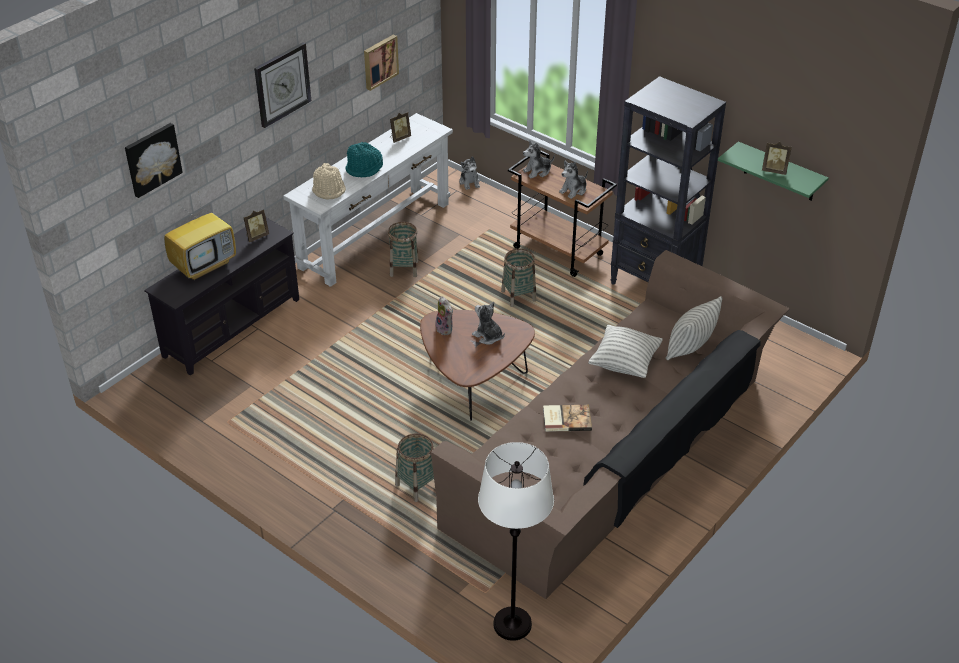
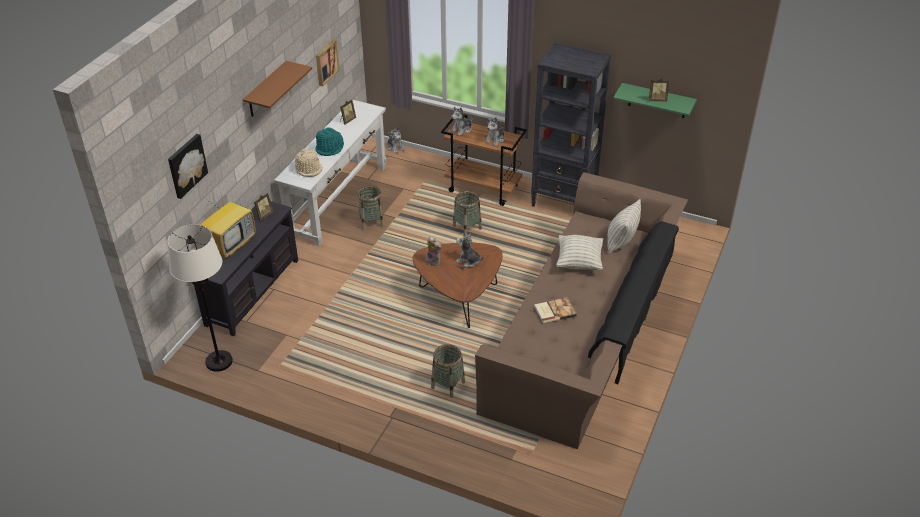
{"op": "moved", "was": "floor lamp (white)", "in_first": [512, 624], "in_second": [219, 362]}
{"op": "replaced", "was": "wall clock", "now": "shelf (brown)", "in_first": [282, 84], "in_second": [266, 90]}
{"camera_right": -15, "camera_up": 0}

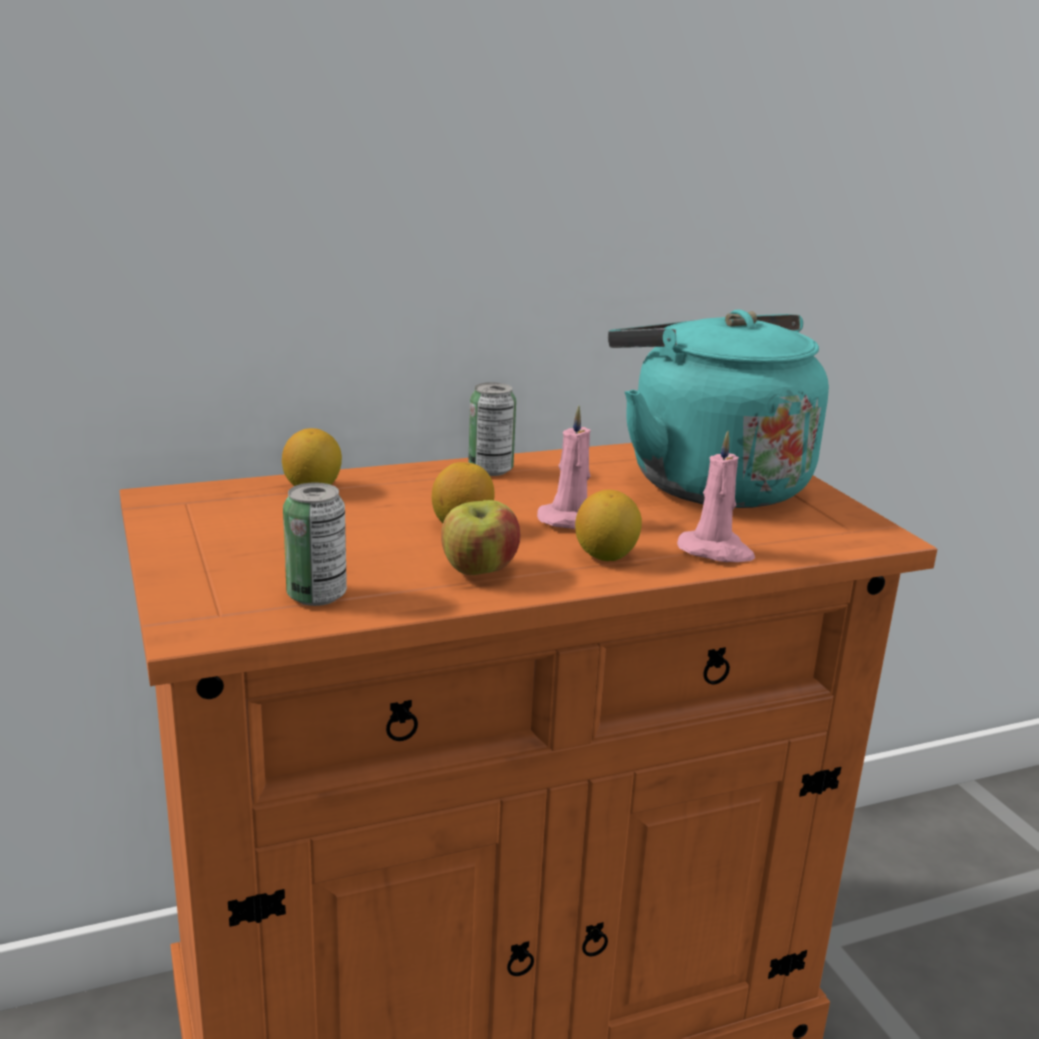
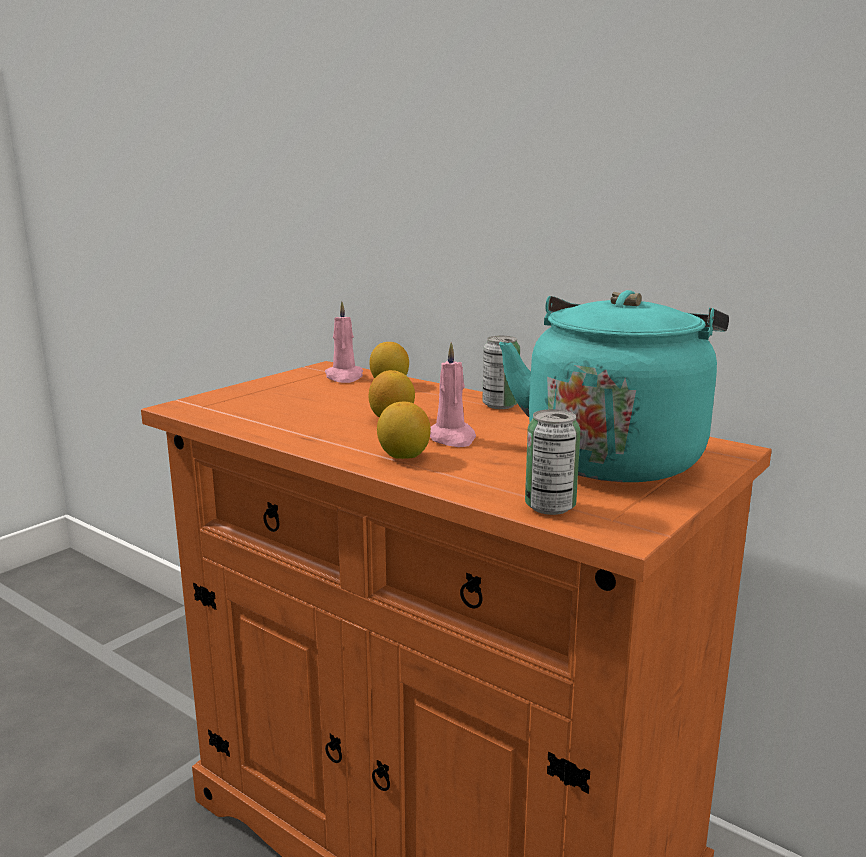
{"op": "moved", "was": "candle (pink)", "in_first": [716, 551], "in_second": [344, 377]}
{"op": "moved", "was": "can", "in_first": [316, 595], "in_second": [550, 507]}
{"op": "removed", "was": "apple", "in_first": [479, 572]}
{"camera_right": 60, "camera_up": -5}

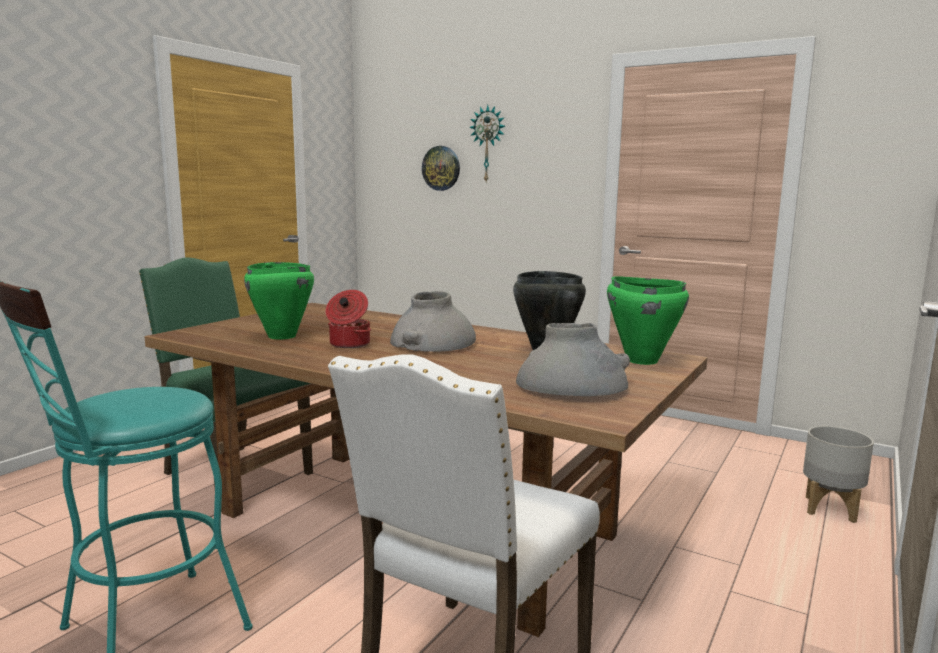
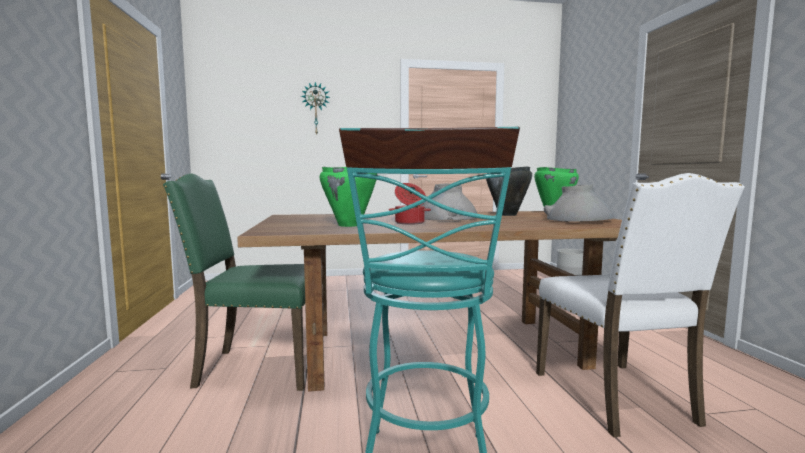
{"op": "removed", "was": "wall clock", "in_first": [441, 168]}
{"camera_right": -40, "camera_up": -5}

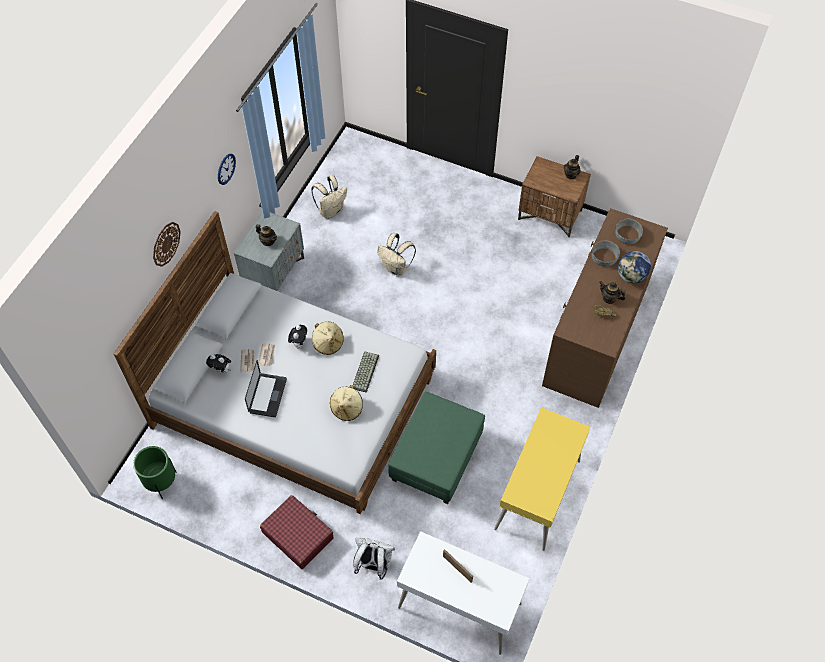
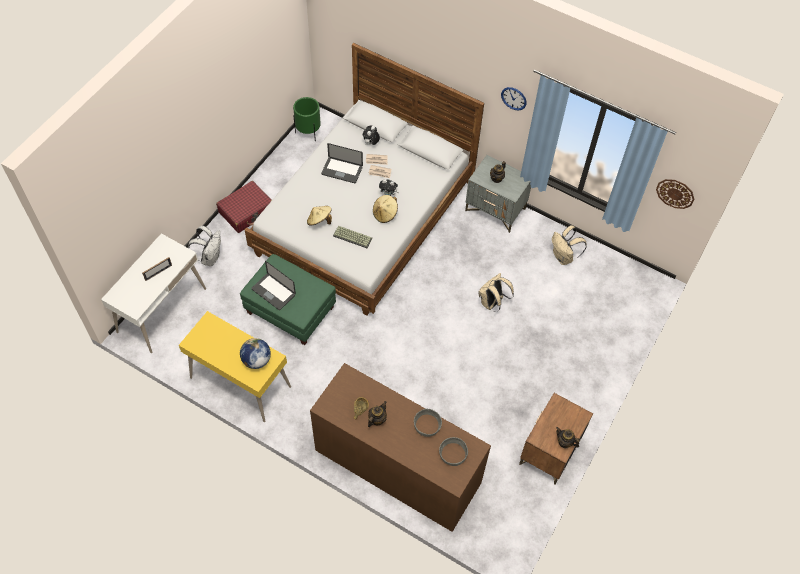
{"op": "moved", "was": "globe", "in_first": [631, 276], "in_second": [256, 360]}
{"op": "added", "now": "laptop", "in_second": [273, 292]}
{"op": "moved", "was": "wall clock", "in_first": [166, 244], "in_second": [675, 193]}
{"camera_right": 95, "camera_up": 0}

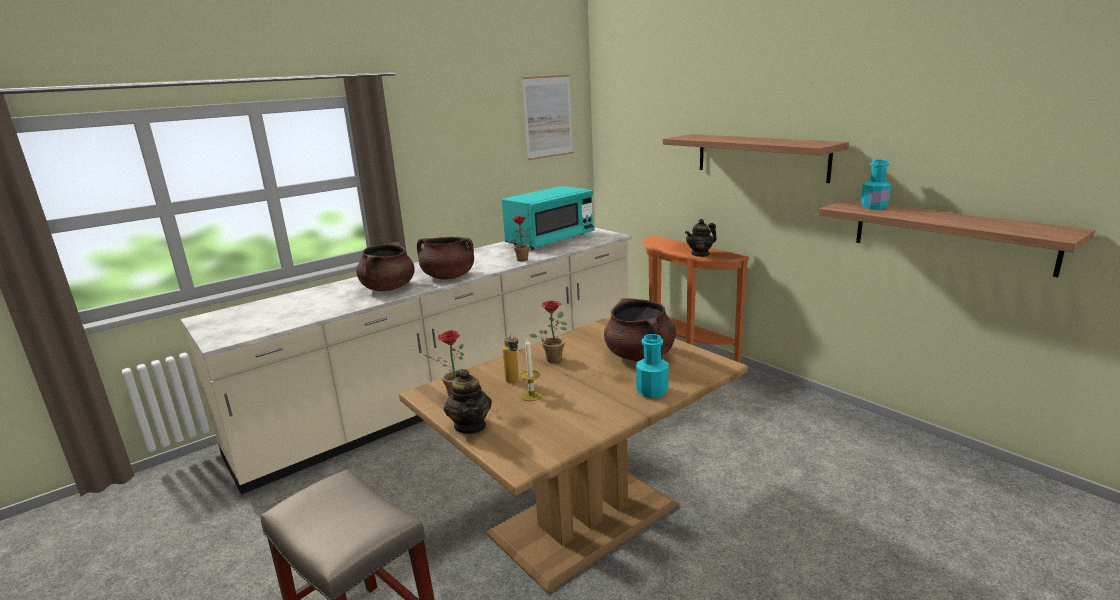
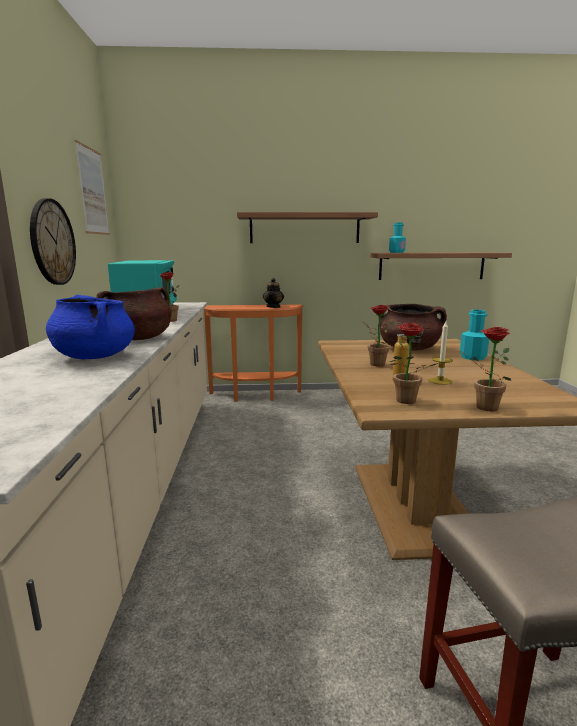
{"op": "added", "now": "wall clock", "in_second": [52, 242]}
{"op": "recoloured", "was": "cooking pot (brown)", "now": "cooking pot (blue)", "in_first": [388, 288], "in_second": [94, 357]}
{"op": "replaced", "was": "teapot", "now": "potted plant", "in_first": [470, 426], "in_second": [482, 407]}
{"camera_right": -55, "camera_up": -5}

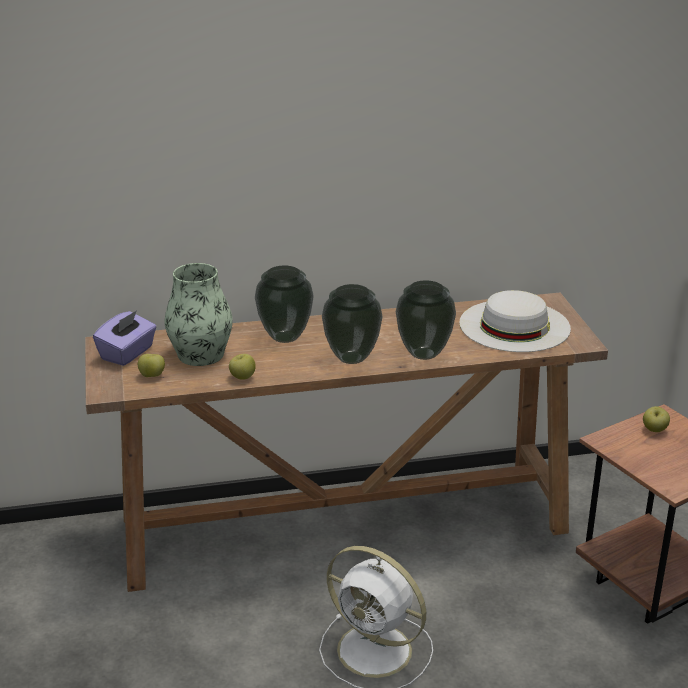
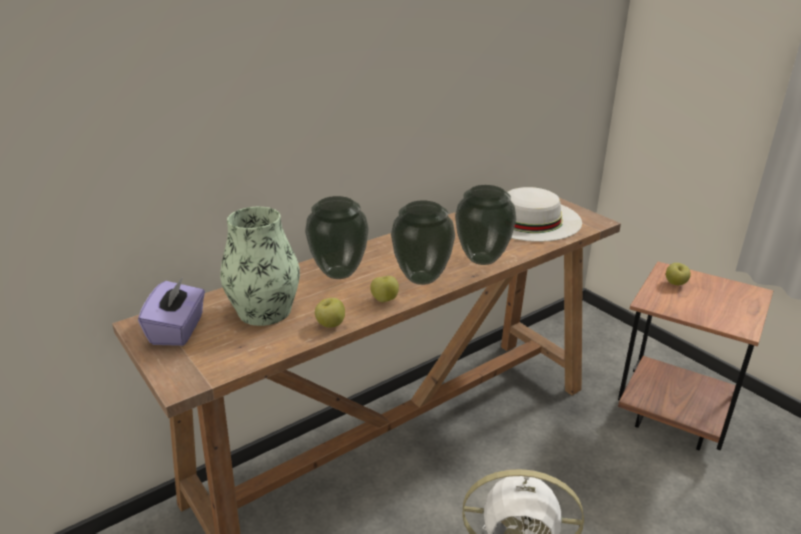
{"op": "moved", "was": "apple", "in_first": [152, 376], "in_second": [384, 300]}
{"camera_right": -25, "camera_up": 0}

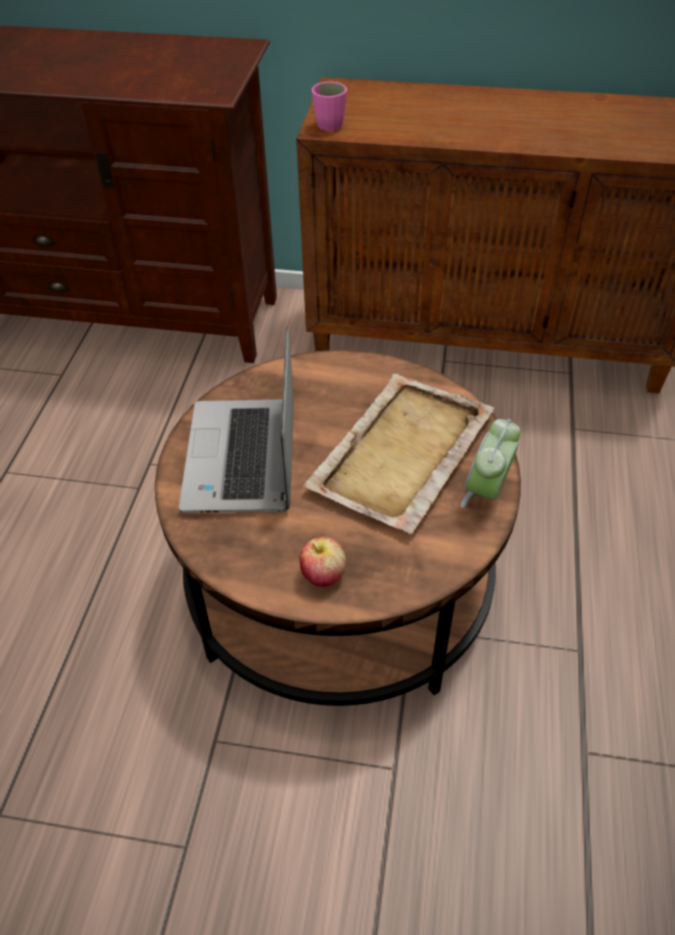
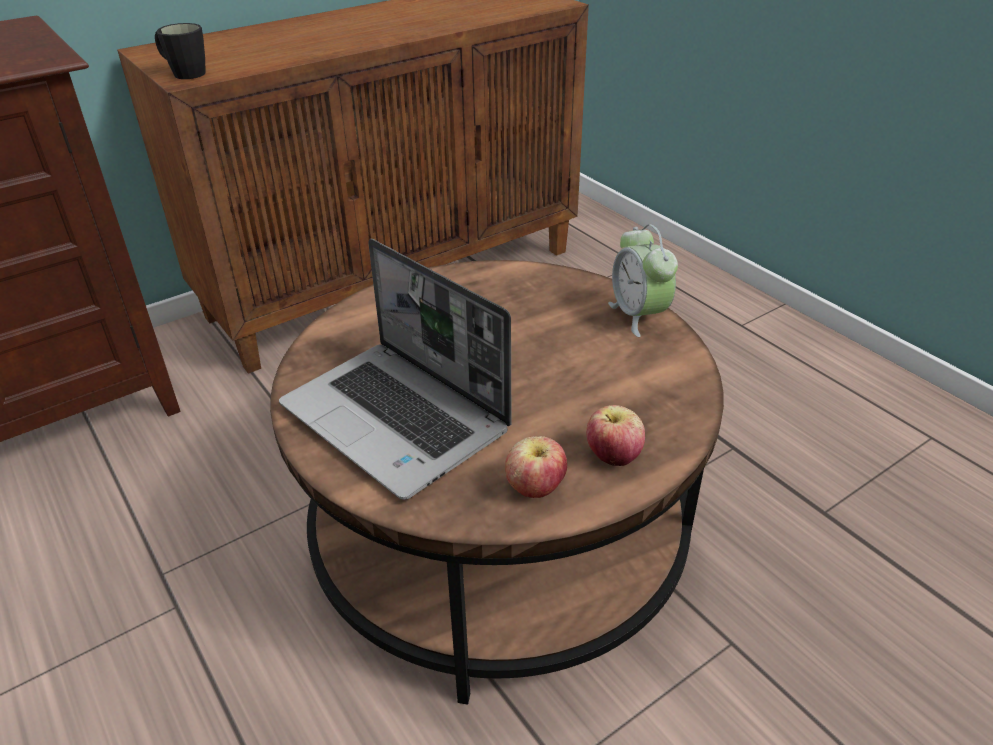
{"op": "recoloured", "was": "mug (pink)", "now": "mug (black)", "in_first": [328, 122], "in_second": [184, 73]}
{"op": "added", "now": "apple", "in_second": [535, 488]}
{"op": "removed", "was": "tray (beige)", "in_first": [400, 454]}
{"camera_right": -45, "camera_up": -10}

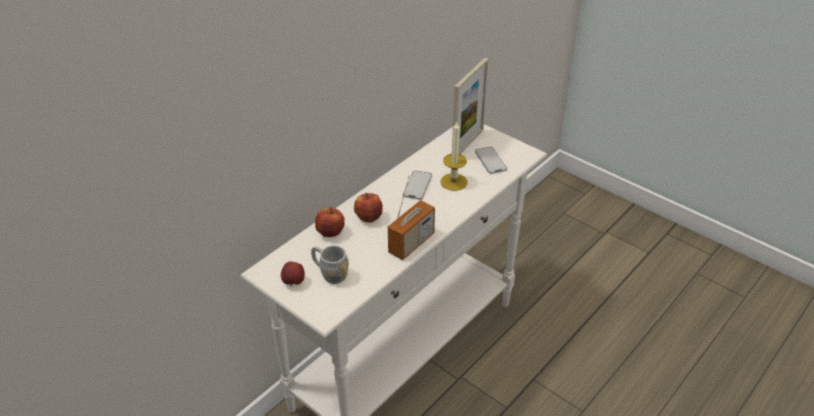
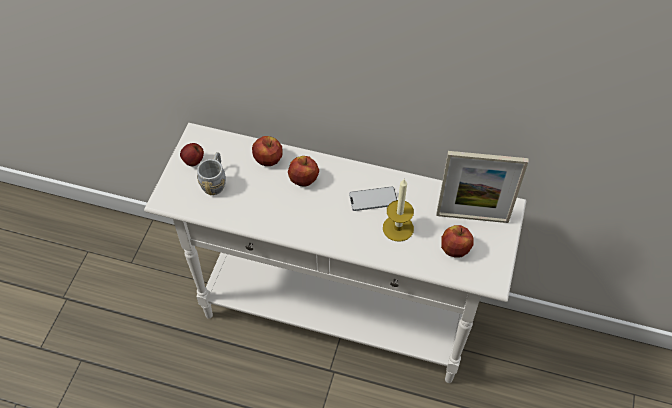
{"op": "replaced", "was": "phone", "now": "apple", "in_first": [490, 161], "in_second": [454, 249]}
{"op": "removed", "was": "radio", "in_first": [411, 243]}
{"camera_right": 65, "camera_up": 15}

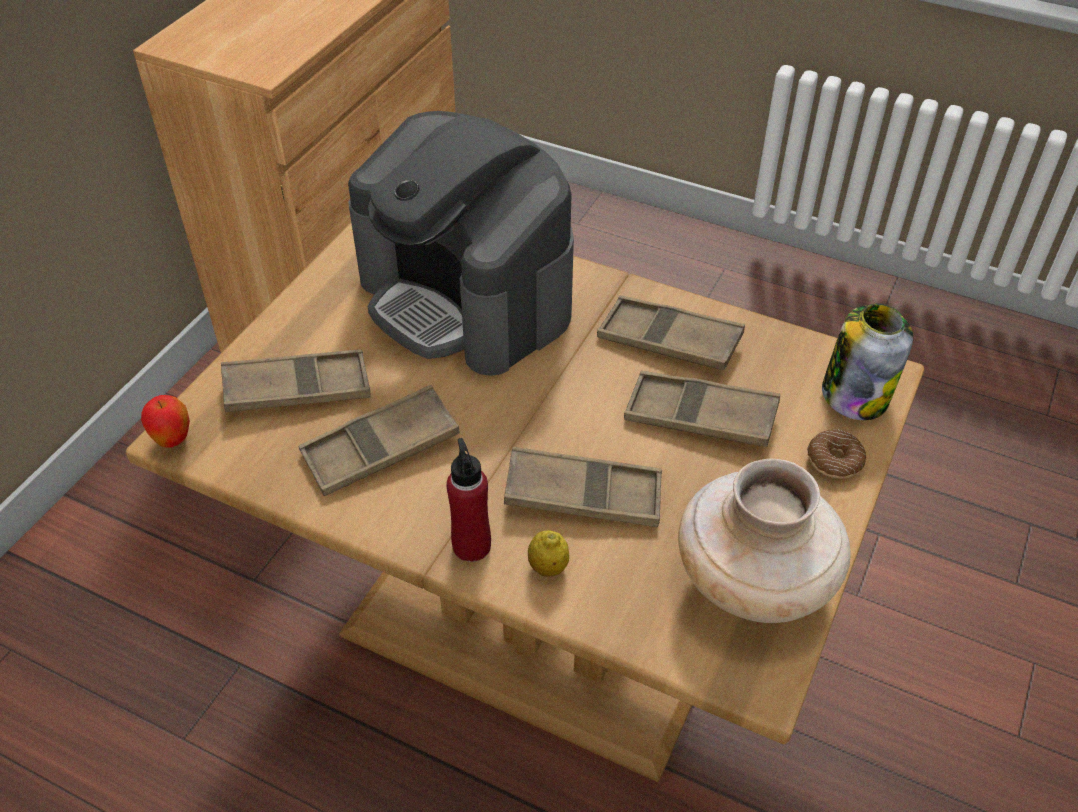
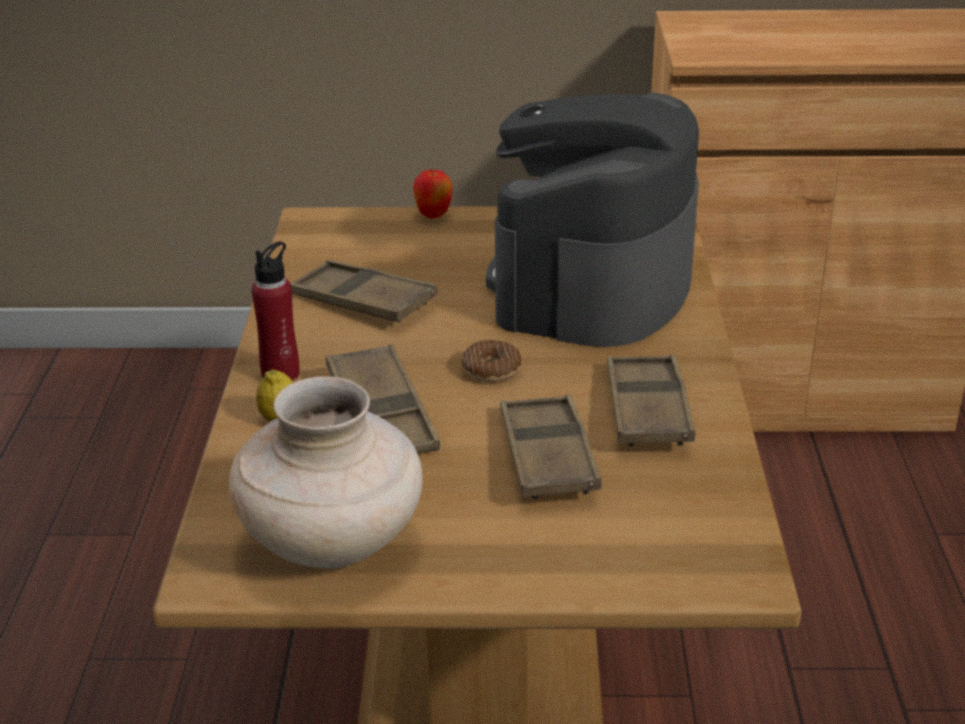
{"op": "moved", "was": "apple", "in_first": [173, 440], "in_second": [433, 216]}
{"op": "moved", "was": "donut", "in_first": [834, 460], "in_second": [491, 370]}
{"op": "removed", "was": "tray (brown)", "in_first": [297, 389]}
{"op": "removed", "was": "jar", "in_first": [855, 394]}
{"camera_right": 65, "camera_up": -15}

